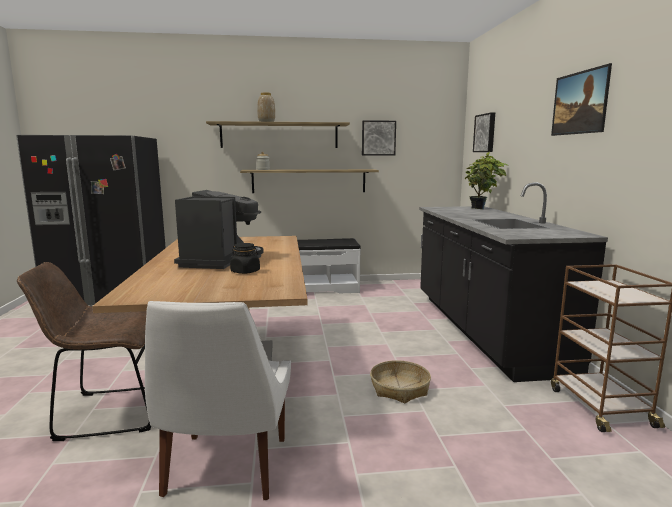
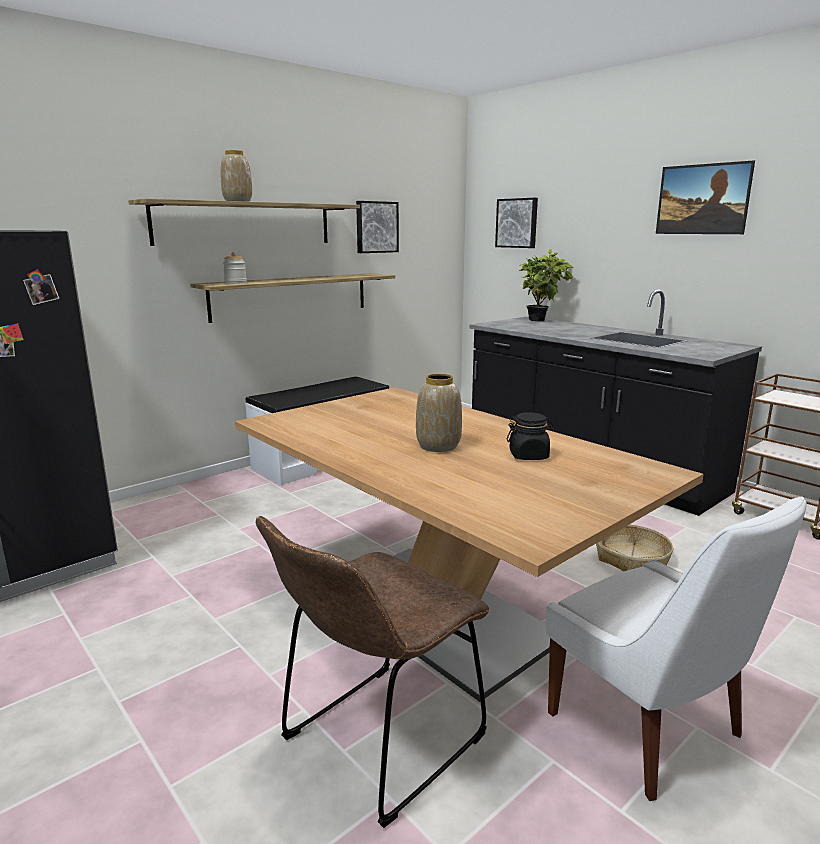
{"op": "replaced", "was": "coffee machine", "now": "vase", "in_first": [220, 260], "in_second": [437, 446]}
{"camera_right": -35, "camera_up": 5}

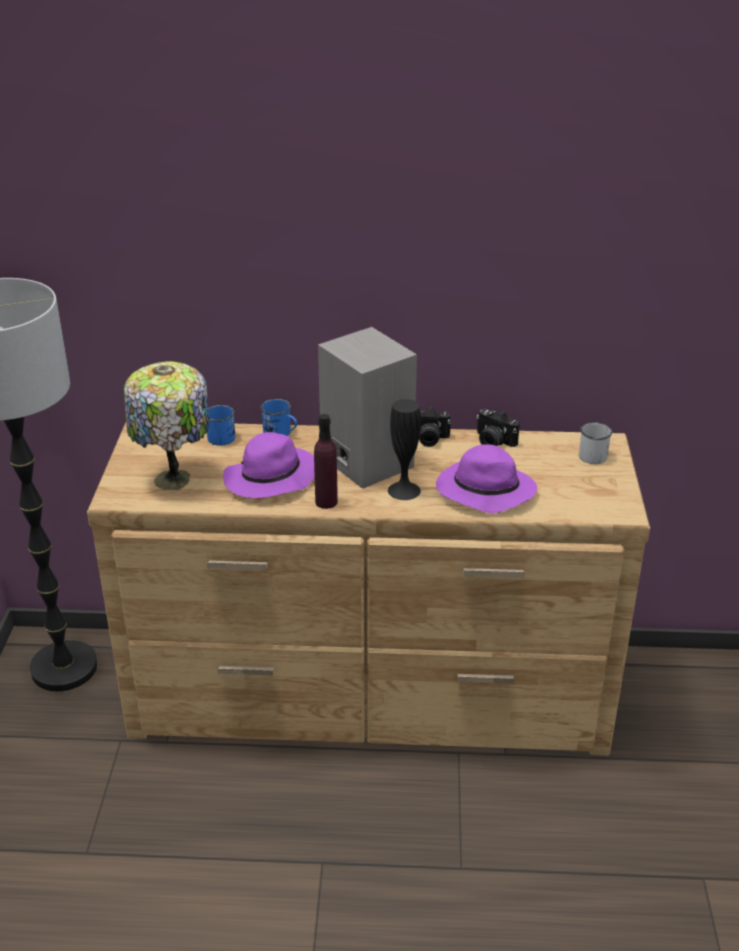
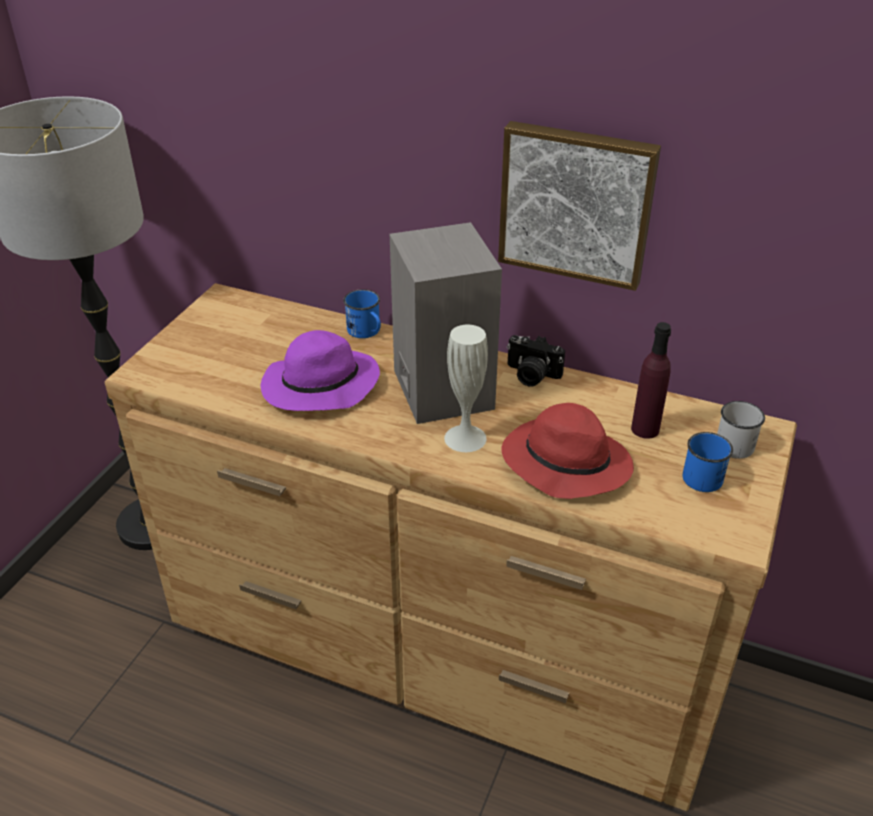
{"op": "recoloured", "was": "vase (black)", "now": "vase (white)", "in_first": [404, 490], "in_second": [465, 438]}
{"op": "added", "now": "picture", "in_second": [576, 203]}
{"op": "recoloured", "was": "hat (purple)", "now": "hat (red)", "in_first": [483, 491], "in_second": [563, 463]}
{"op": "moved", "was": "bottle (purple)", "in_first": [326, 502], "in_second": [645, 429]}
{"op": "moved", "was": "mug (blue)", "in_first": [222, 436], "in_second": [703, 474]}
{"op": "removed", "was": "table lamp", "in_first": [174, 481]}
{"op": "removed", "was": "photo camera", "in_first": [492, 442]}
{"camera_right": 20, "camera_up": 5}

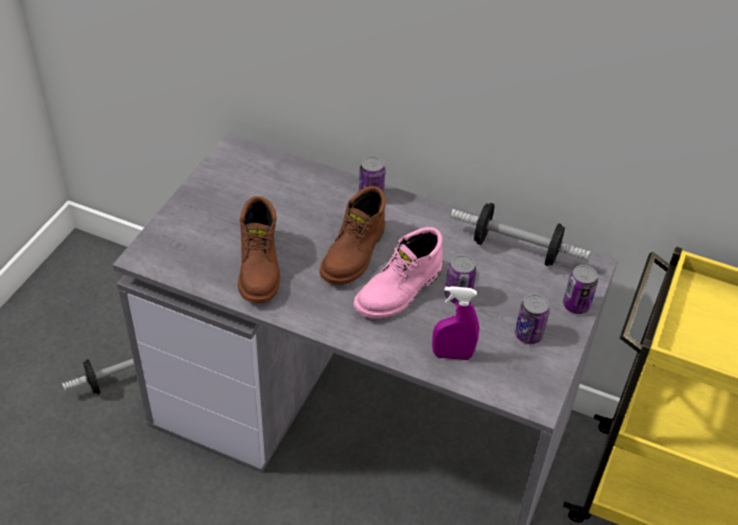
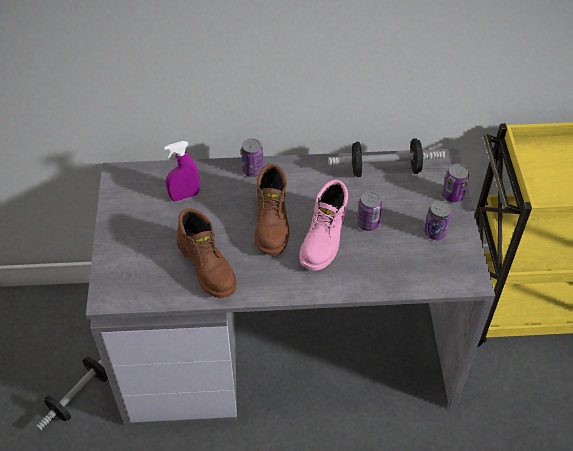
{"op": "moved", "was": "spray bottle (purple)", "in_first": [452, 355], "in_second": [184, 196]}
{"camera_right": -25, "camera_up": 5}

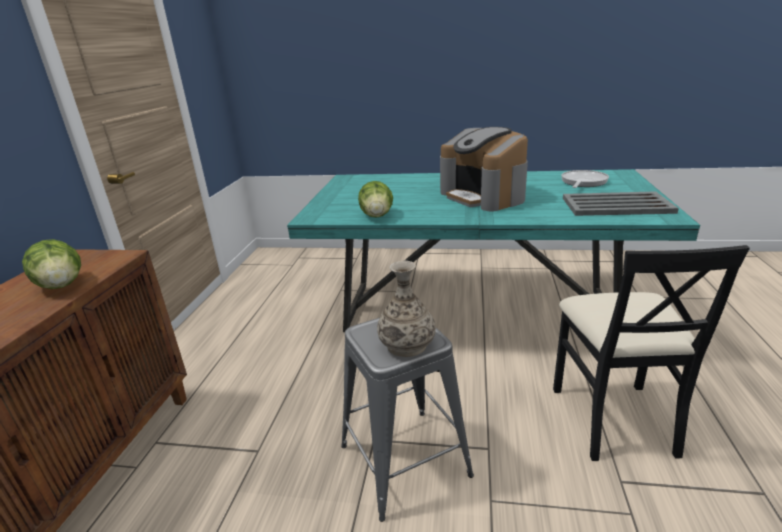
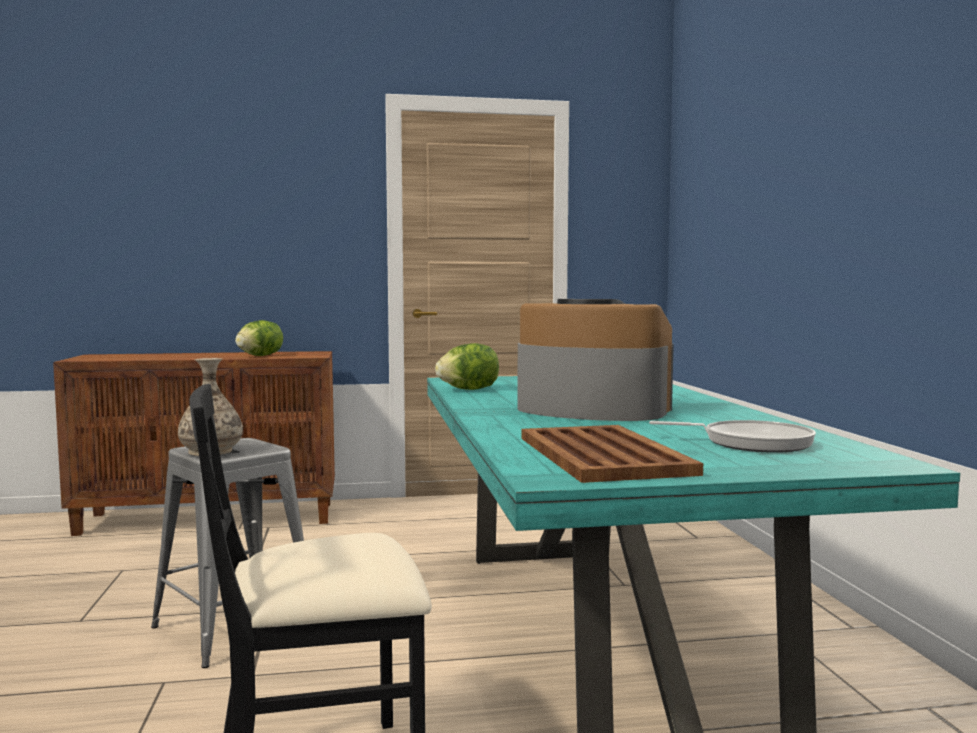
{"op": "turned", "was": "coffee machine", "in_first": [483, 196], "in_second": [591, 410], "clockwise": 75}
{"op": "recoloured", "was": "tray (grey)", "now": "tray (brown)", "in_first": [615, 205], "in_second": [602, 454]}
{"camera_right": 70, "camera_up": -20}

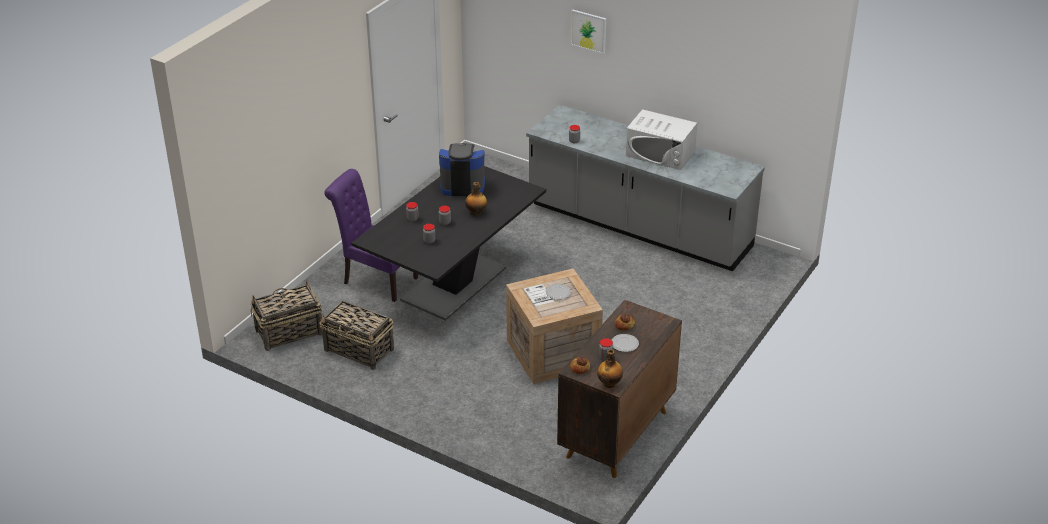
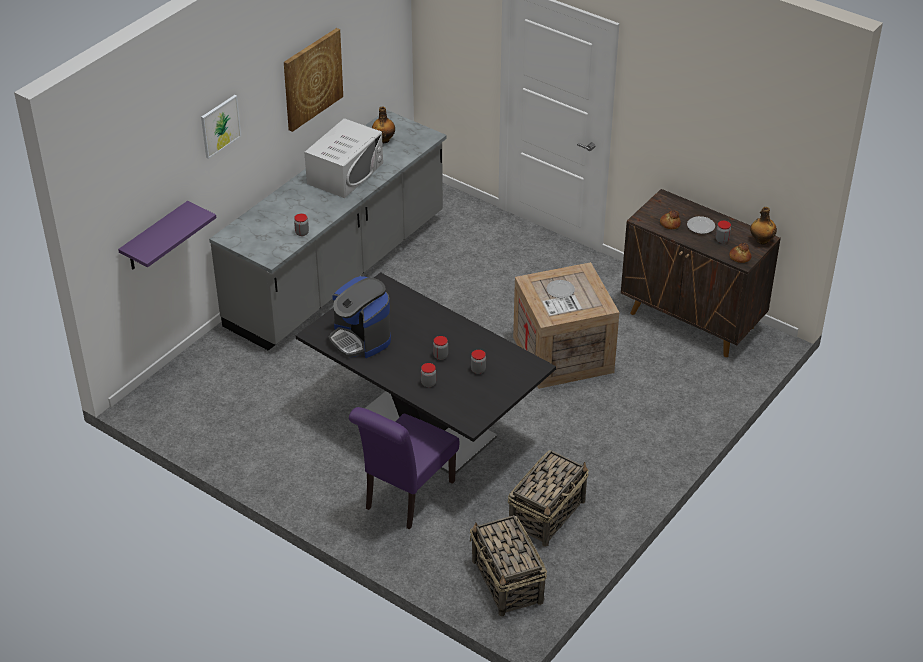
{"op": "added", "now": "shelf (purple)", "in_second": [155, 237]}
{"op": "added", "now": "picture", "in_second": [312, 79]}
{"op": "turned", "was": "coffee machine", "in_first": [462, 185], "in_second": [360, 339], "clockwise": -45}
{"op": "moved", "was": "bottle", "in_first": [476, 212], "in_second": [384, 139]}
{"camera_right": -85, "camera_up": 5}

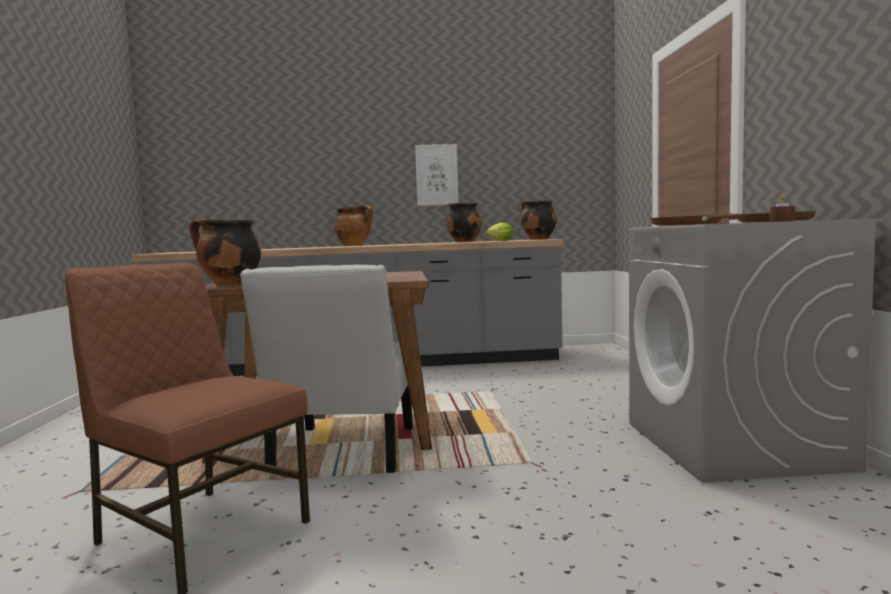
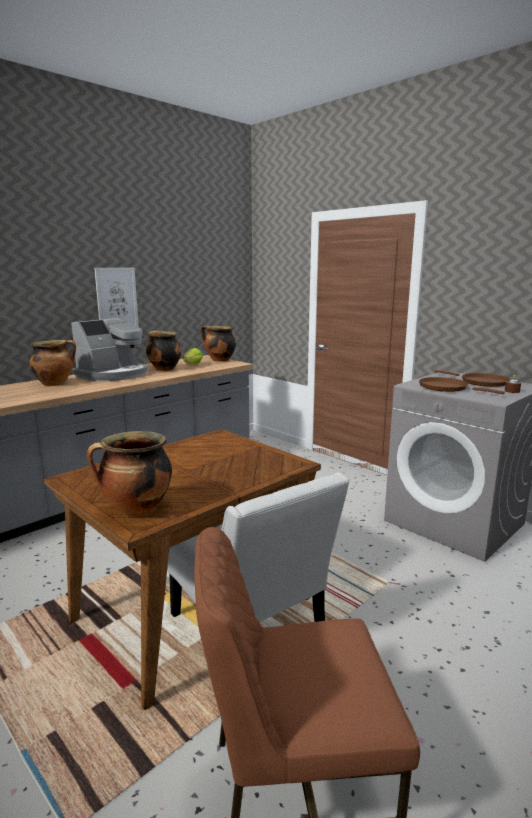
{"op": "added", "now": "coffee machine", "in_second": [113, 375]}
{"camera_right": -40, "camera_up": 10}

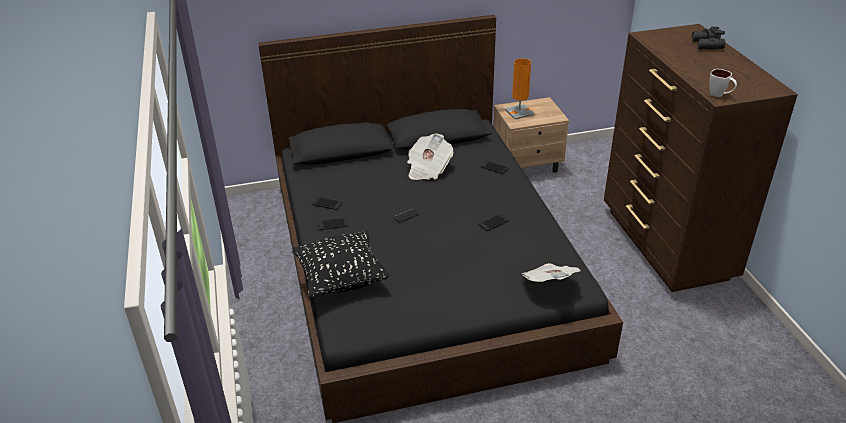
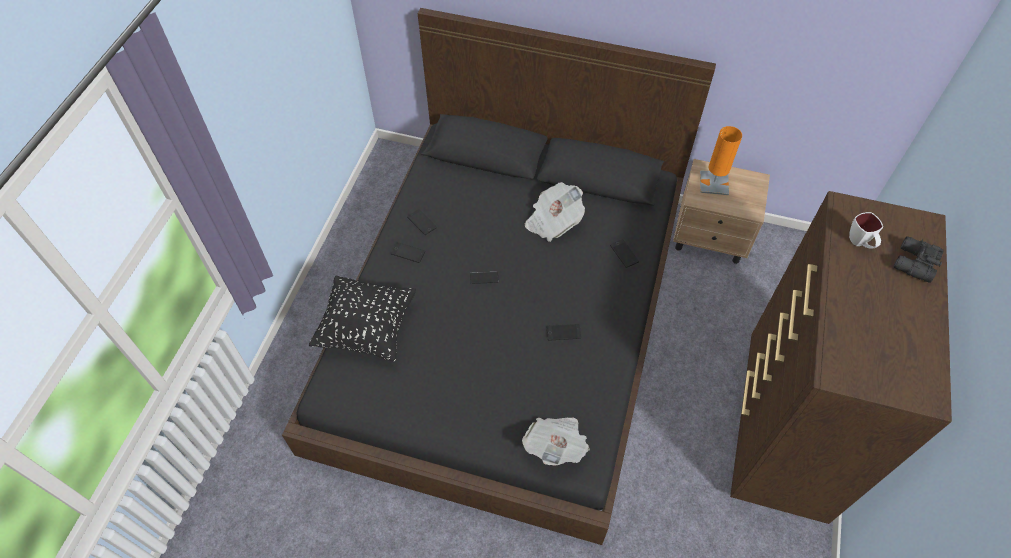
{"op": "moved", "was": "mug (white)", "in_first": [720, 95], "in_second": [860, 243]}
{"camera_right": 30, "camera_up": 20}

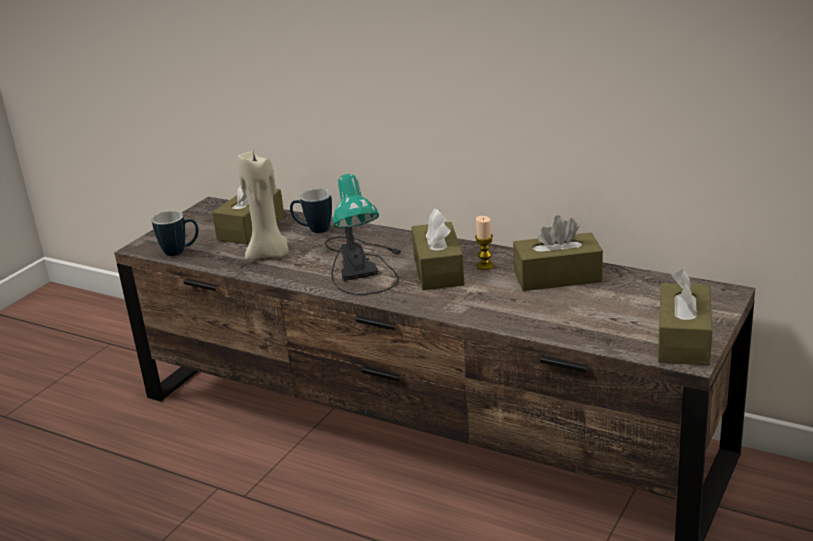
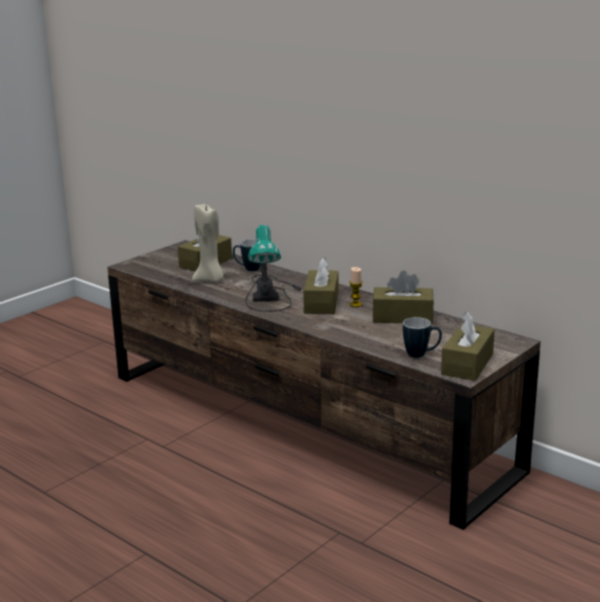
{"op": "moved", "was": "mug", "in_first": [180, 252], "in_second": [421, 354]}
{"camera_right": 10, "camera_up": -5}

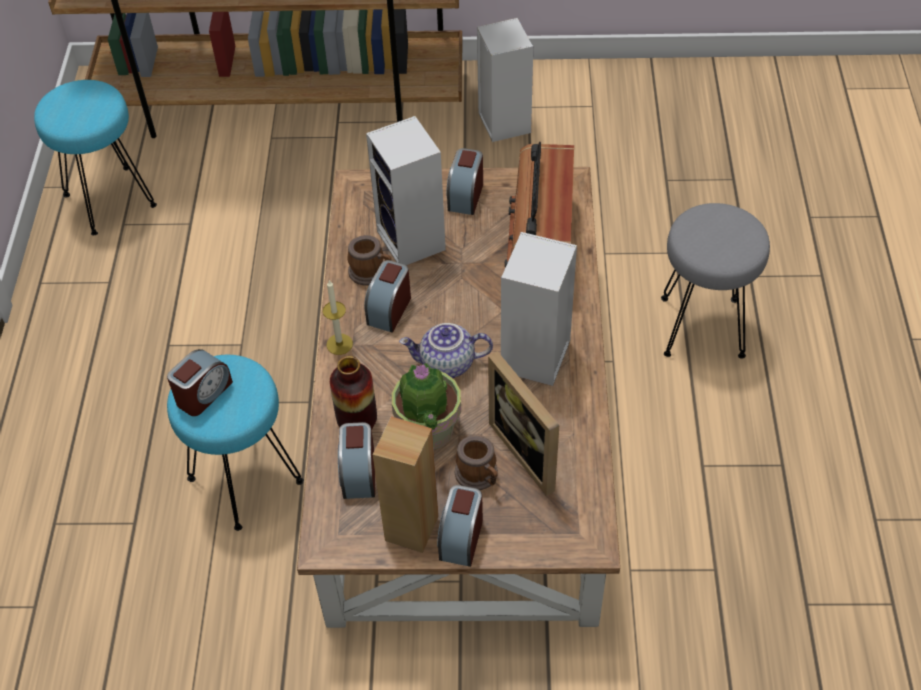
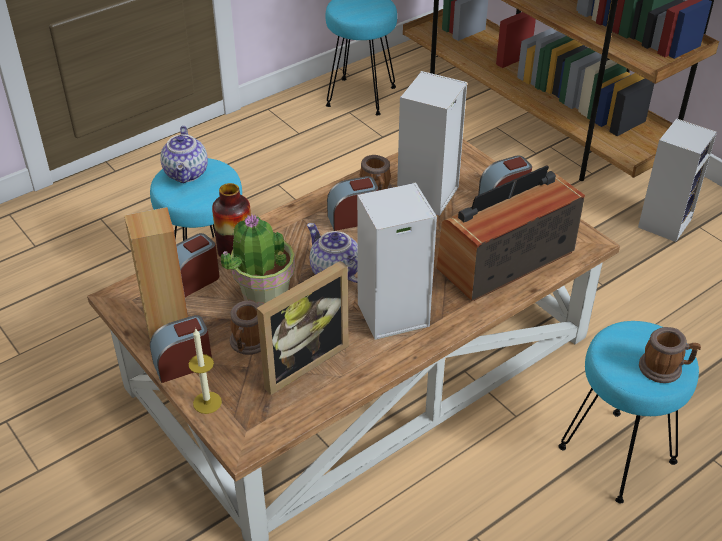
{"op": "replaced", "was": "alarm clock", "now": "teapot", "in_first": [203, 393], "in_second": [187, 173]}
{"op": "moved", "was": "candle", "in_first": [339, 344], "in_second": [207, 402]}
{"op": "turned", "was": "picture frame", "in_first": [531, 450], "in_second": [300, 360], "clockwise": -150}
{"op": "recoloured", "was": "stool (grey)", "now": "stool (turquoise)", "in_first": [701, 328], "in_second": [615, 455]}
{"op": "added", "now": "mug", "in_second": [665, 368]}
{"camera_right": 50, "camera_up": -10}

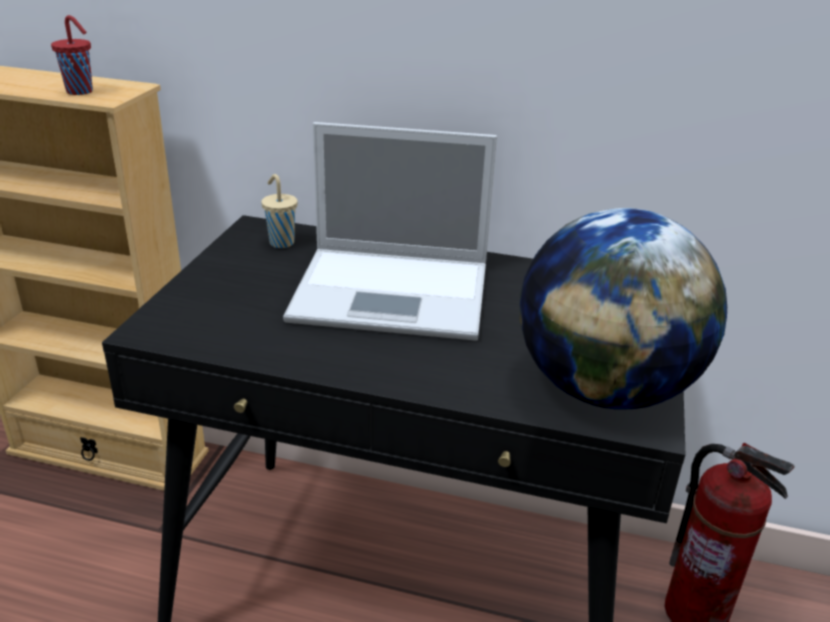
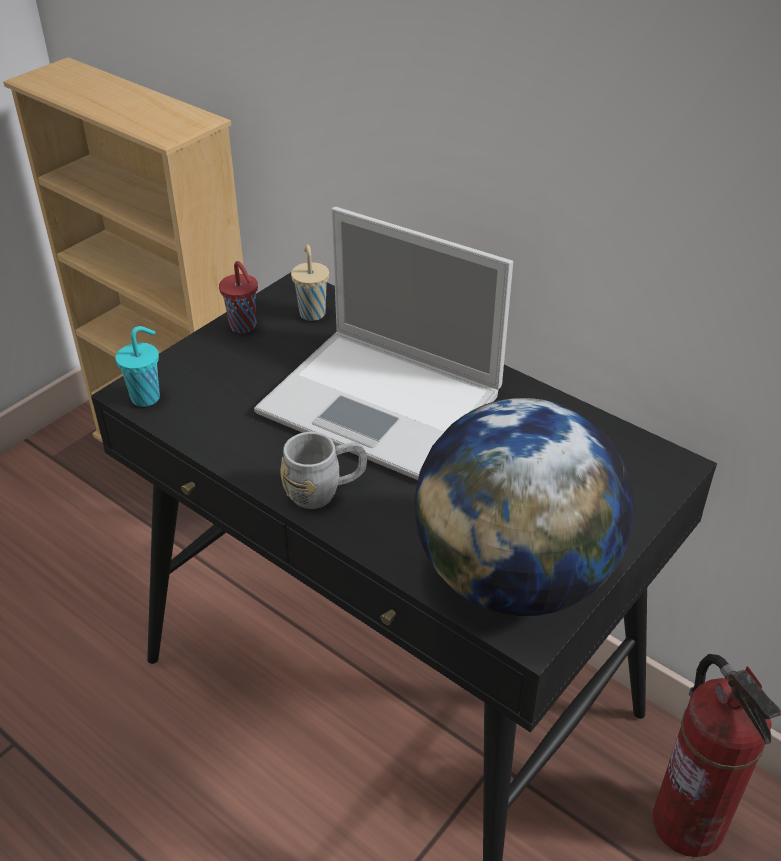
{"op": "added", "now": "cup (turquoise)", "in_second": [147, 397]}
{"op": "moved", "was": "cup (red)", "in_first": [81, 92], "in_second": [244, 327]}
{"op": "added", "now": "mug (grey)", "in_second": [325, 491]}
{"camera_right": 25, "camera_up": 10}

